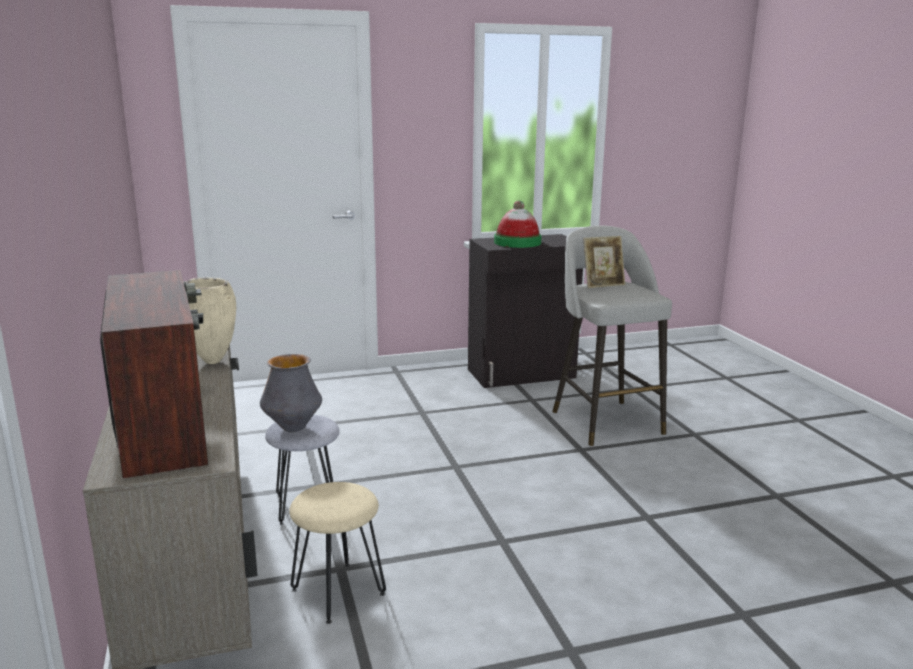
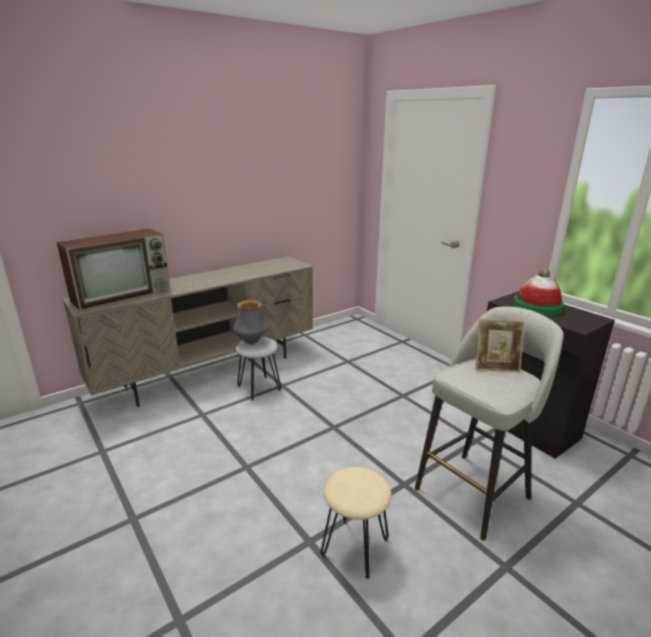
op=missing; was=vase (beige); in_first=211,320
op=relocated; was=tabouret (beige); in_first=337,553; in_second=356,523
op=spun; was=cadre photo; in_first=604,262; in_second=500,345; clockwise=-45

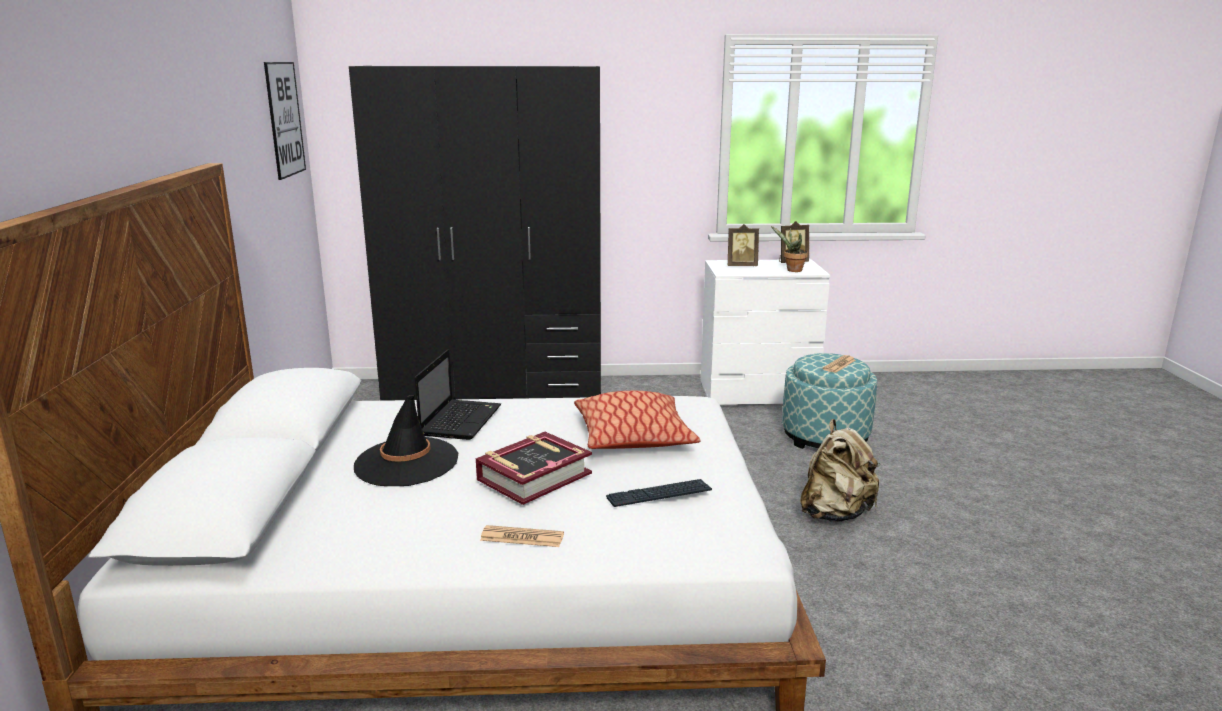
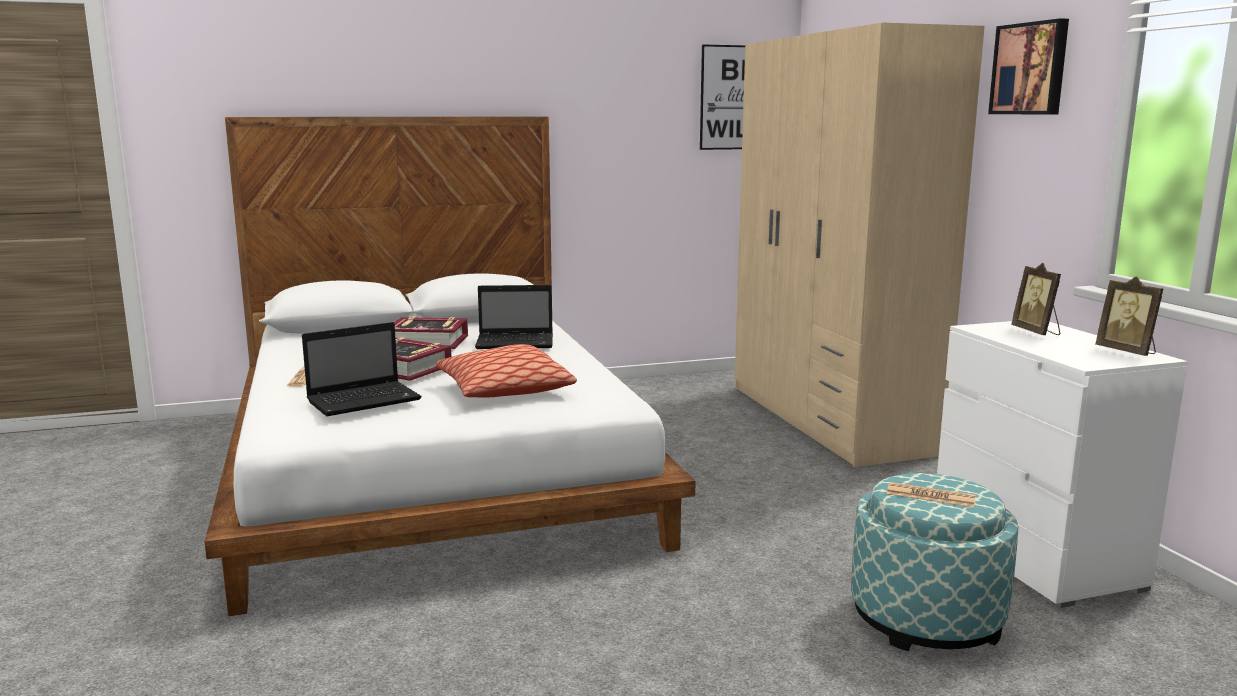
op=colour; was=armoire (noir); now=armoire (beige); in_first=475,233; in_second=860,245
op=exchanged; was=chapeau (noir); now=livre; in_first=406,440; in_second=431,333
op=exchanged; was=clavier; now=ordinateur portable; in_first=659,493; in_second=362,369
op=missing; was=plante en pot; in_first=789,249
op=missing; was=sac à dos (beige); in_first=839,470
op=appeared; now=tableau; in_second=1028,66

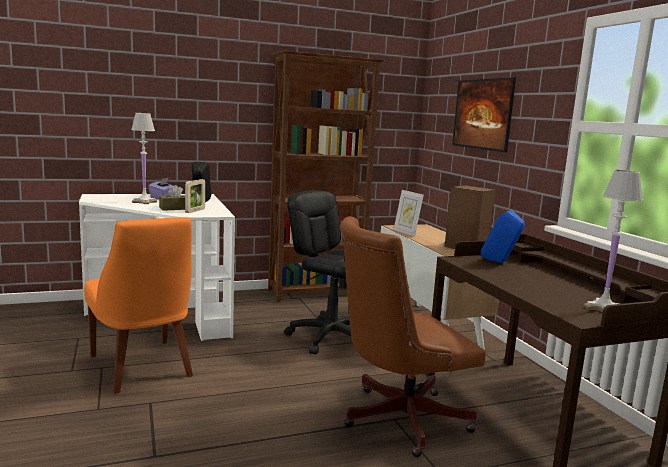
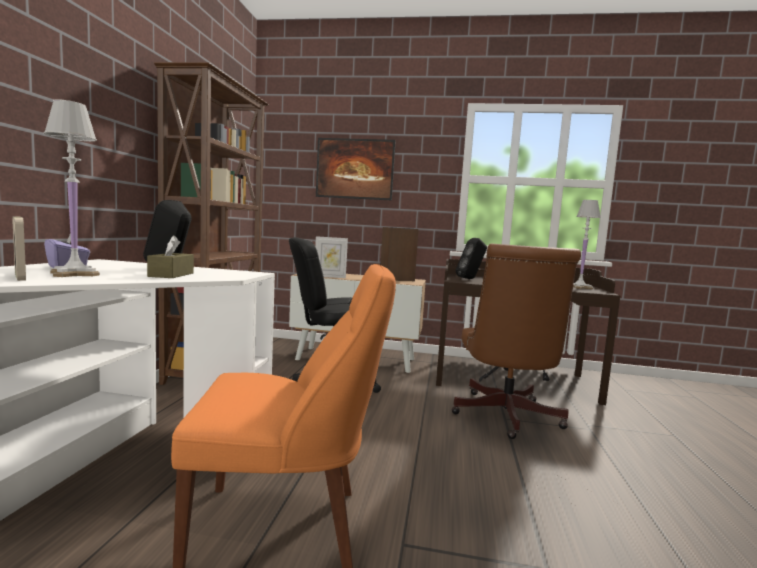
op=relocated; was=cadre photo; in_first=195,196; in_second=19,248
op=colour; was=enceinte (bleu); now=enceinte (noir); in_first=503,236; in_second=471,258

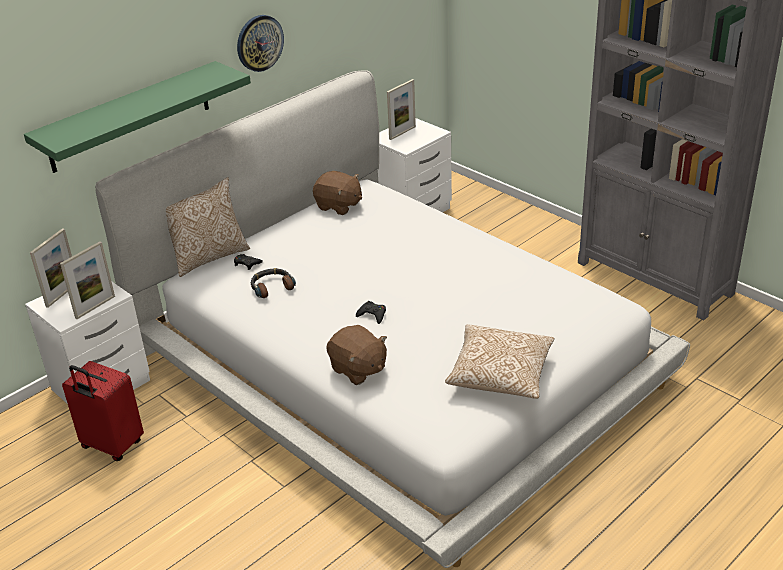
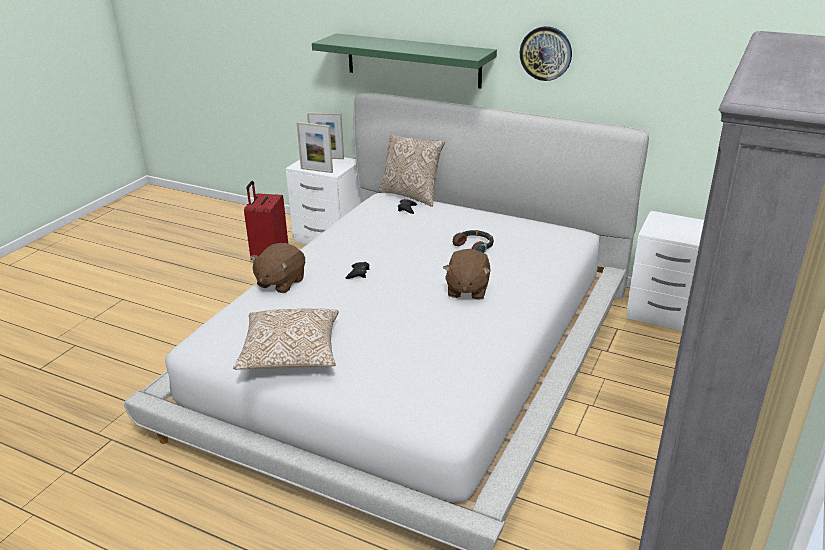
op=relocated; was=casque audio; in_first=273,283; in_second=473,241
op=relocated; was=peluche (marron); in_first=337,193; in_second=467,274
op=missing; was=cadre photo; in_first=401,109

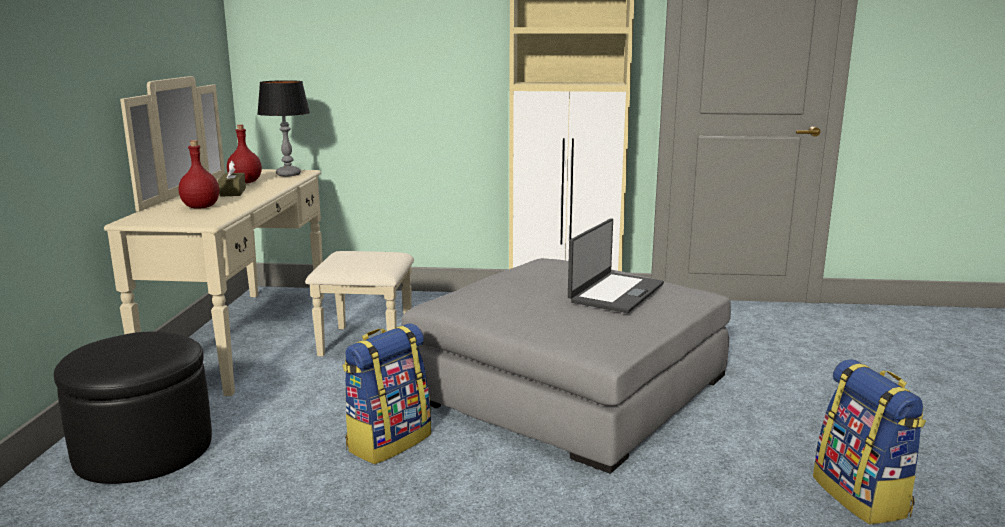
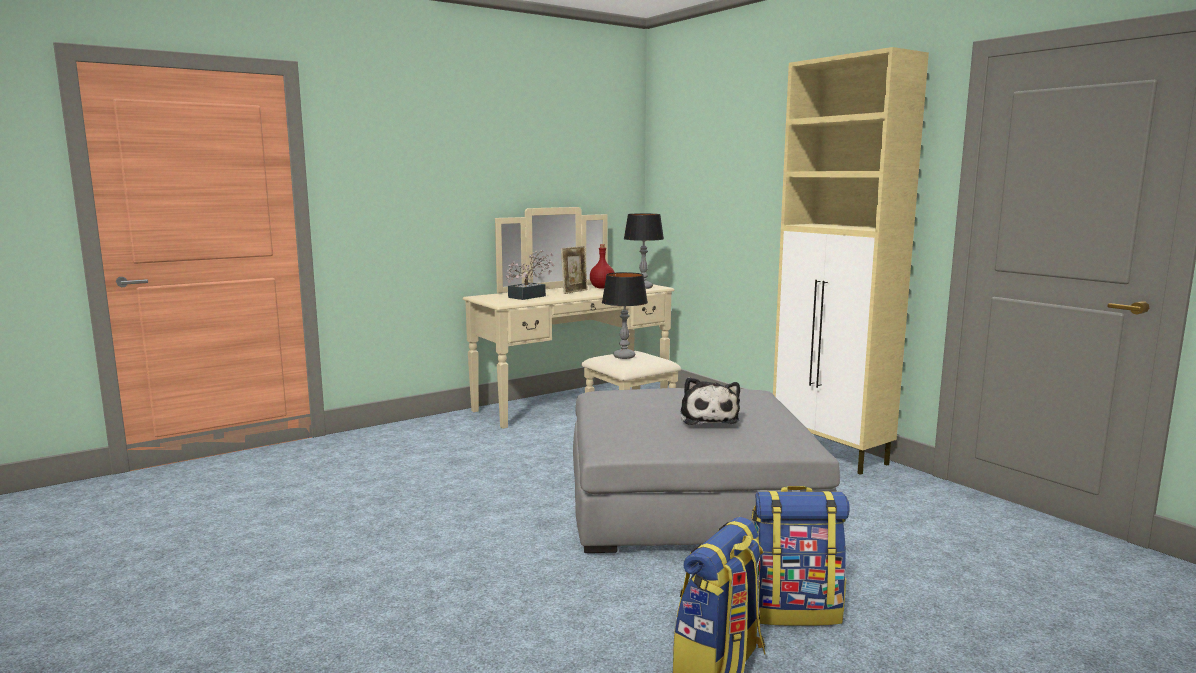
op=missing; was=pouf (noir); in_first=133,407
op=exchanged; was=bouteille (rouge); now=plante en pot; in_first=198,174; in_second=530,275
op=exchanged; was=boîte à mouchoirs (marron); now=cadre photo; in_first=232,178; in_second=574,270
op=relocated; was=sac à dos; in_first=387,394; in_second=800,556
op=exchanged; was=ordinateur portable; now=peluche; in_first=616,265; in_second=710,401
op=appeared; now=lampe de table; in_second=625,315

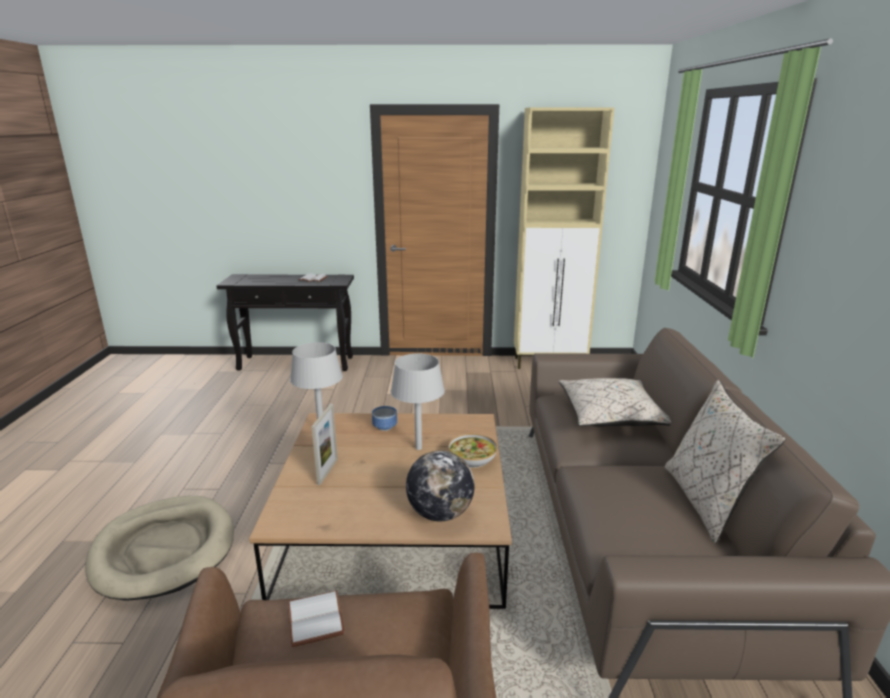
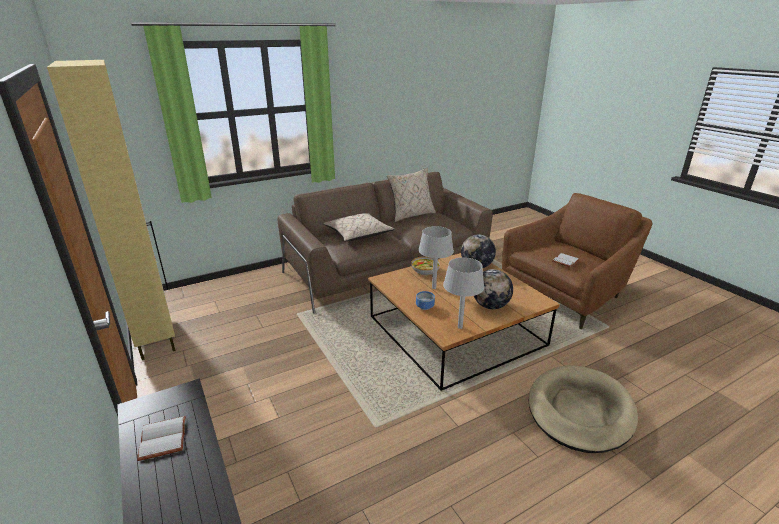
op=exchanged; was=cadre photo; now=globe; in_first=324,444; in_second=493,289

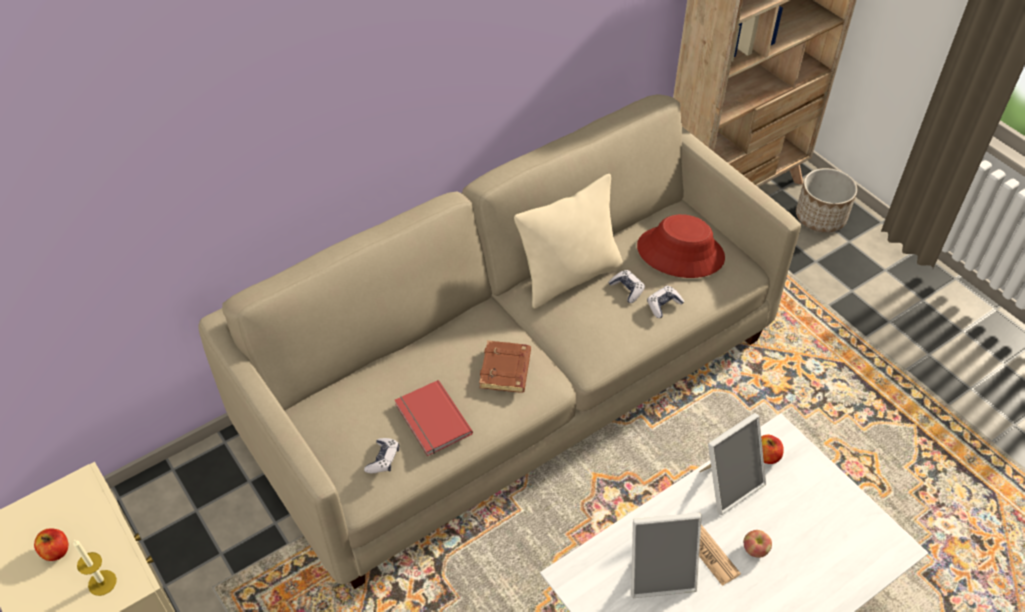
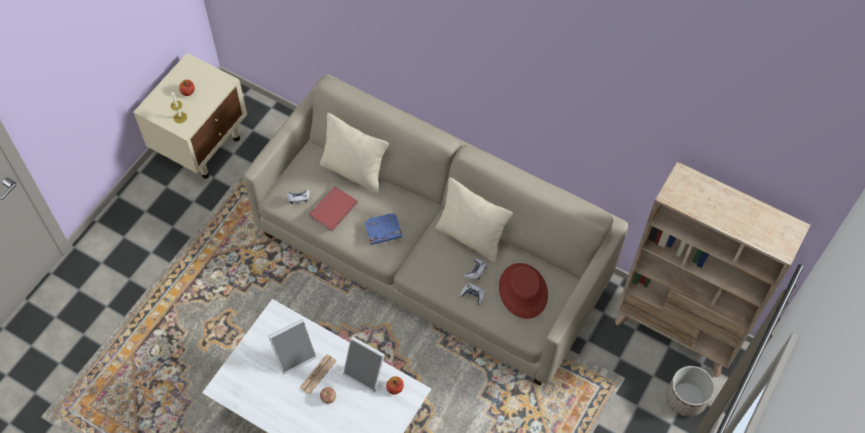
op=colour; was=livre (marron); now=livre (bleu); in_first=505,366; in_second=383,229
op=spun; was=cadre photo; in_first=666,555; in_second=292,347; clockwise=-90
op=appeared; now=coussin (beige); in_second=354,153

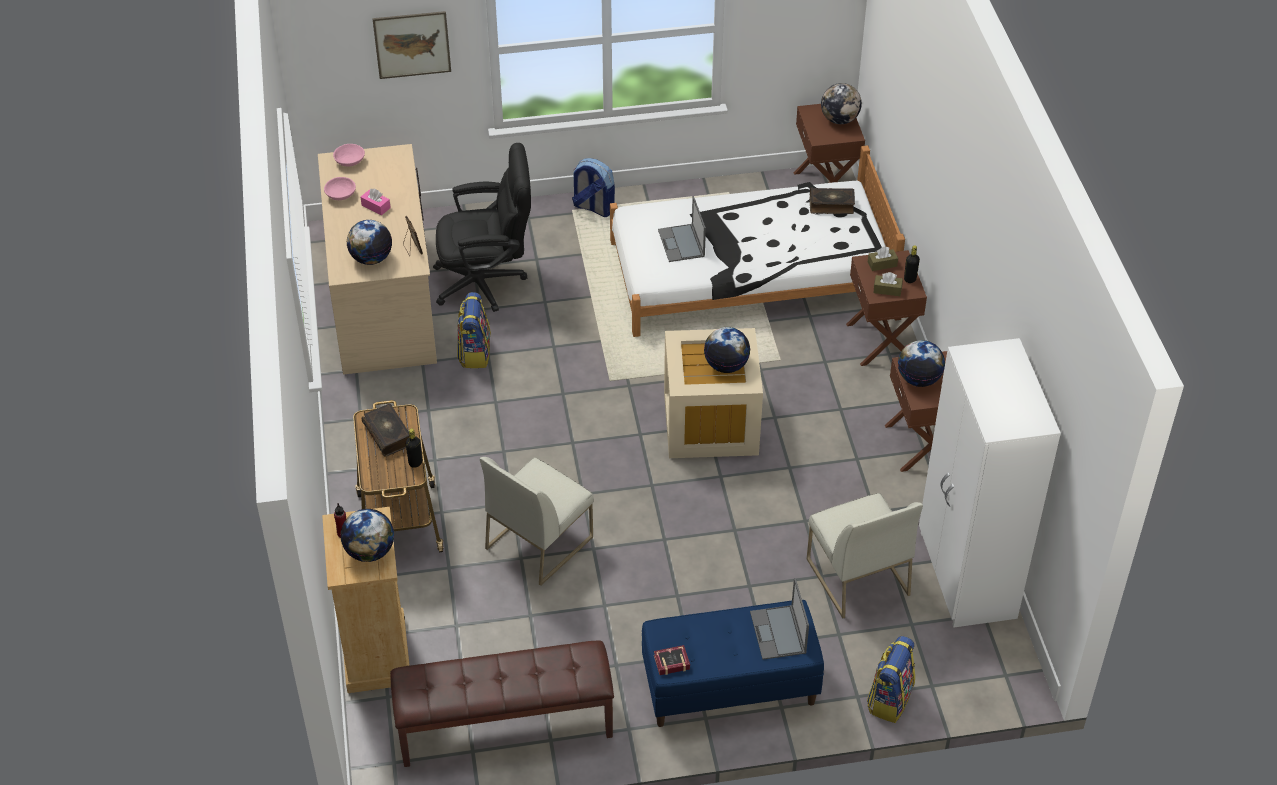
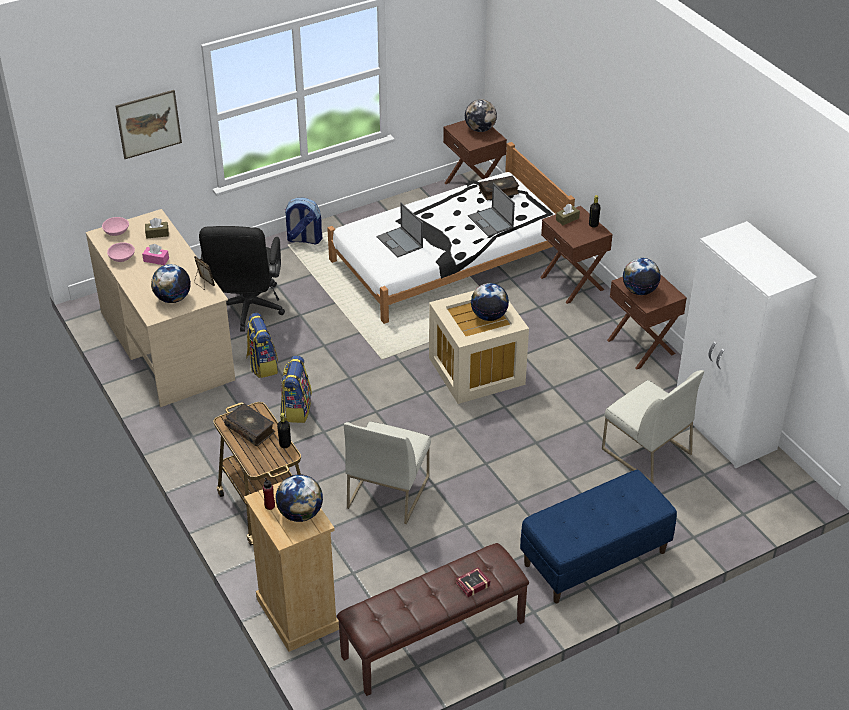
op=spun; was=chaise de bureau (noir); in_first=482,227; in_second=242,279; clockwise=120
op=relocated; was=livre; in_first=672,660; in_second=473,582
op=relocated; was=ordinateur portable; in_first=779,619; in_second=491,210
op=relocated; was=sac à dos; in_first=891,679; in_second=296,389
op=relocated; was=boîte à mouchoirs (marron); in_first=888,284; in_second=157,228

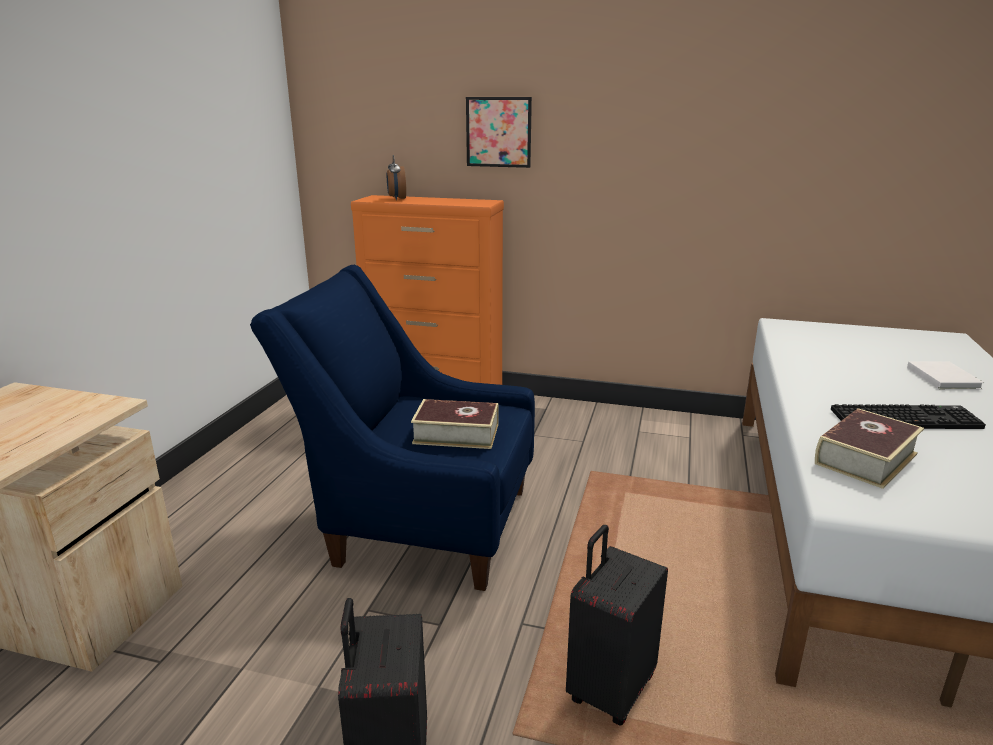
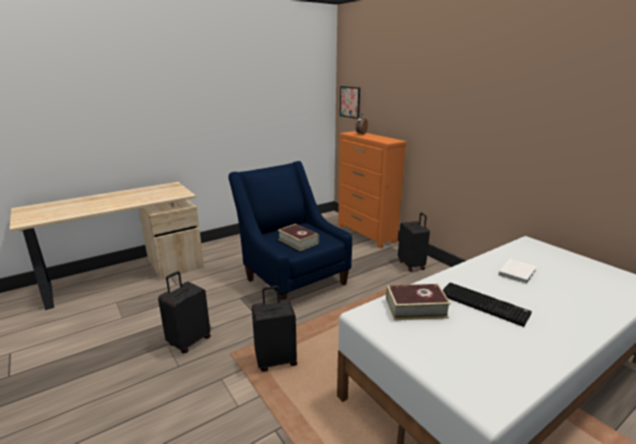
op=relocated; was=tableau; in_first=499,132; in_second=350,102
op=relocated; was=livre (blanc); in_first=945,375; in_second=518,271
op=appeared; now=valise (noir); in_second=414,242

